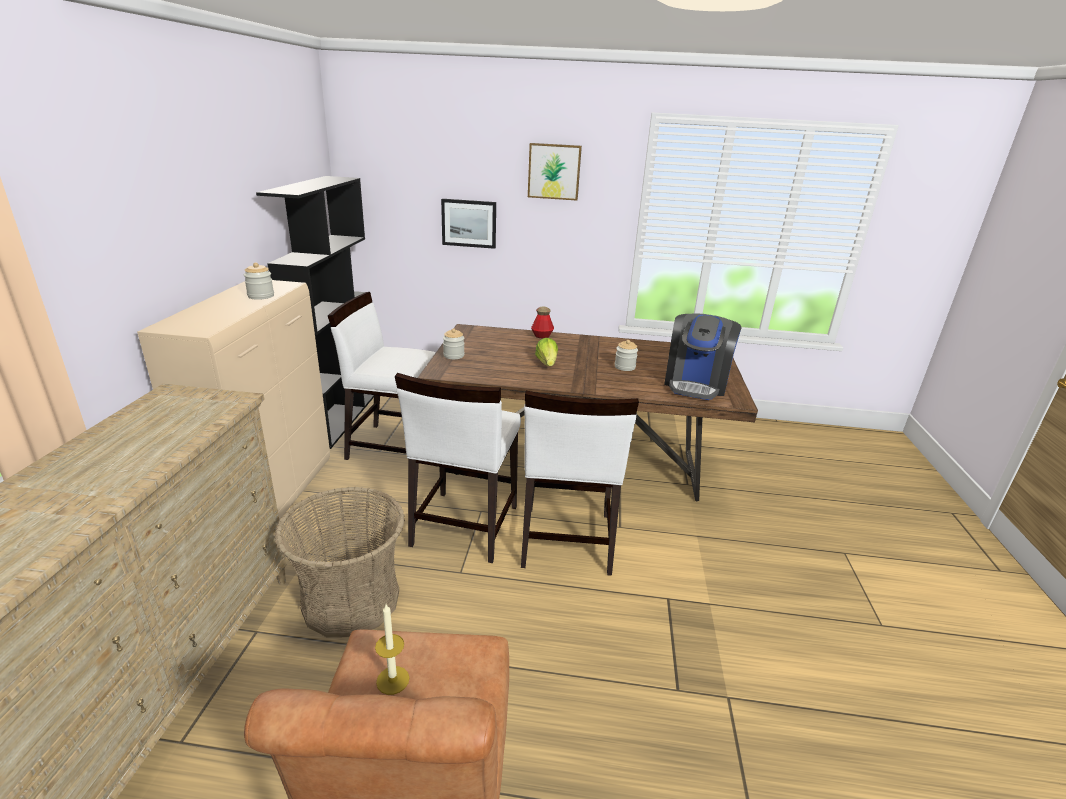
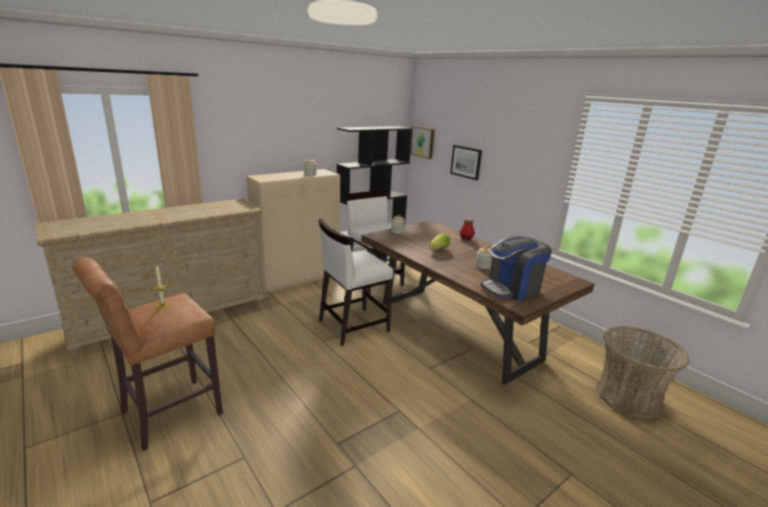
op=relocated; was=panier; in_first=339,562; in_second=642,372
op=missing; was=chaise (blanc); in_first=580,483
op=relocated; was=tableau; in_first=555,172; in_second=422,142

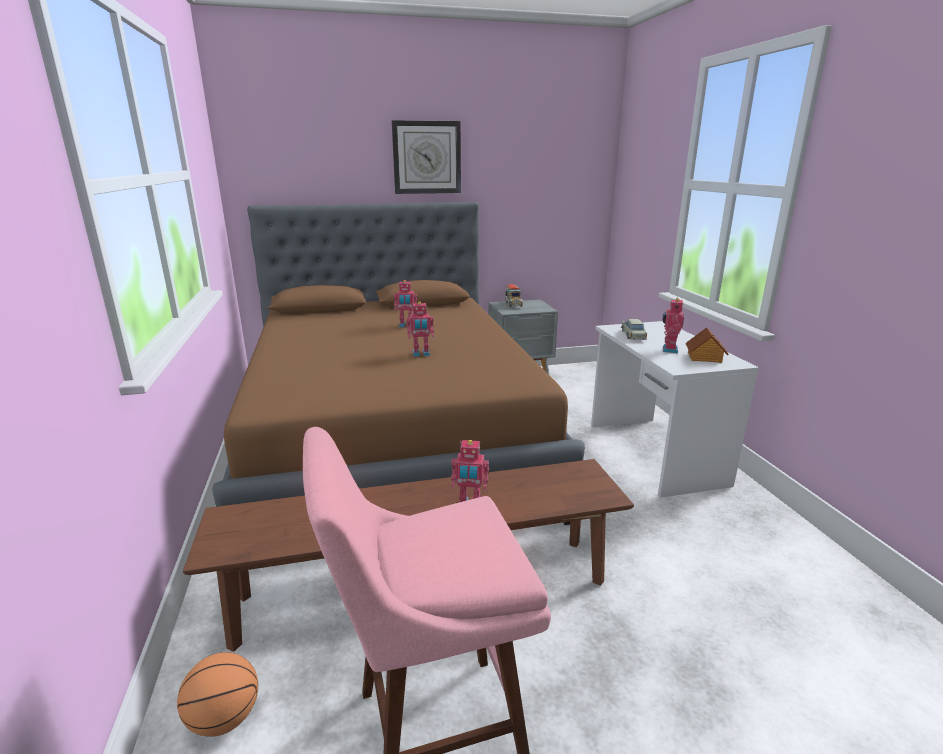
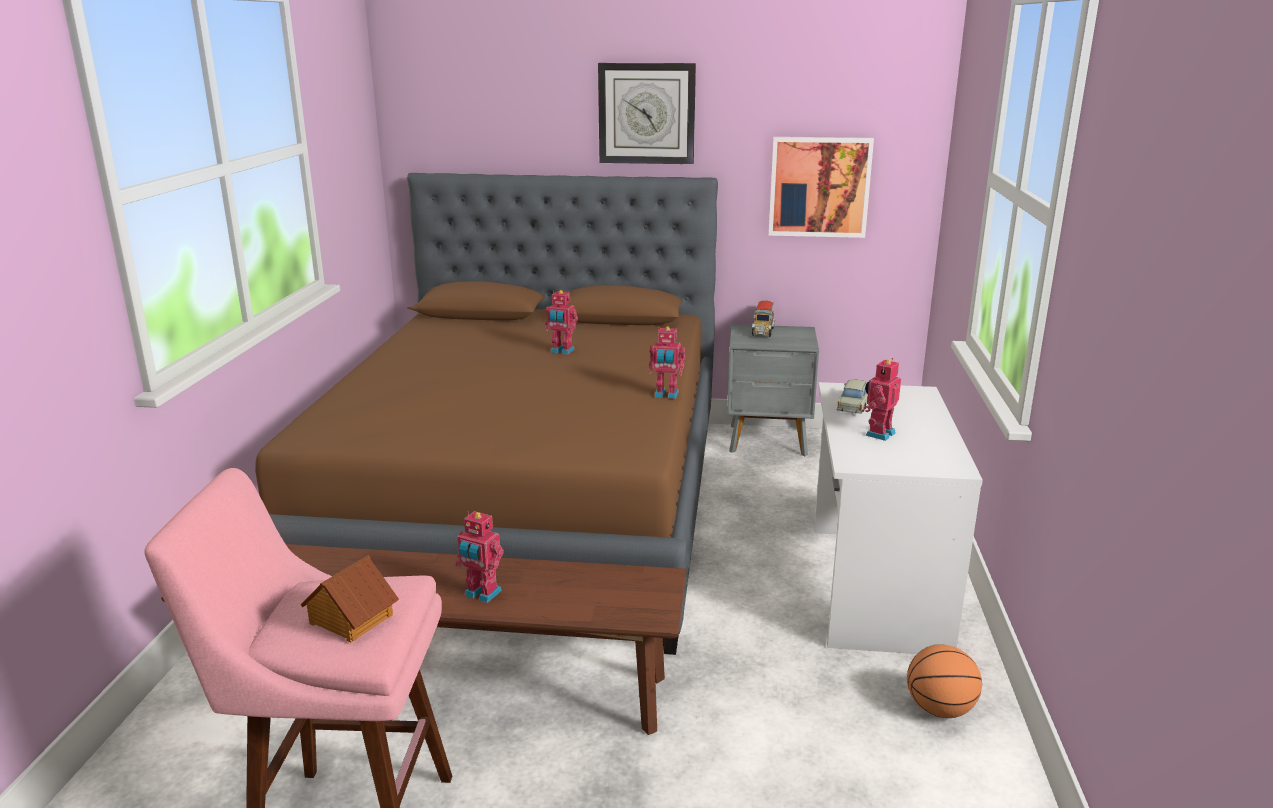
op=relocated; was=ballon de basket; in_first=217,694; in_second=944,681
op=relocated; was=robot jouet; in_first=420,329; in_second=667,362
op=relocated; was=maison miniature; in_first=707,345; in_second=349,598
op=appeared; now=tableau; in_second=821,187

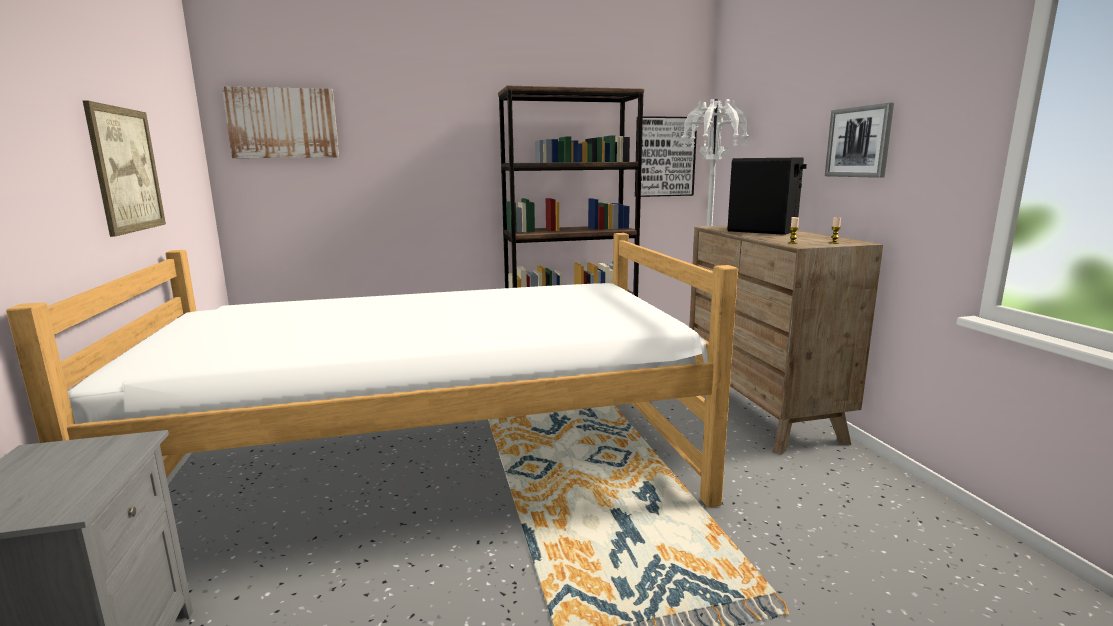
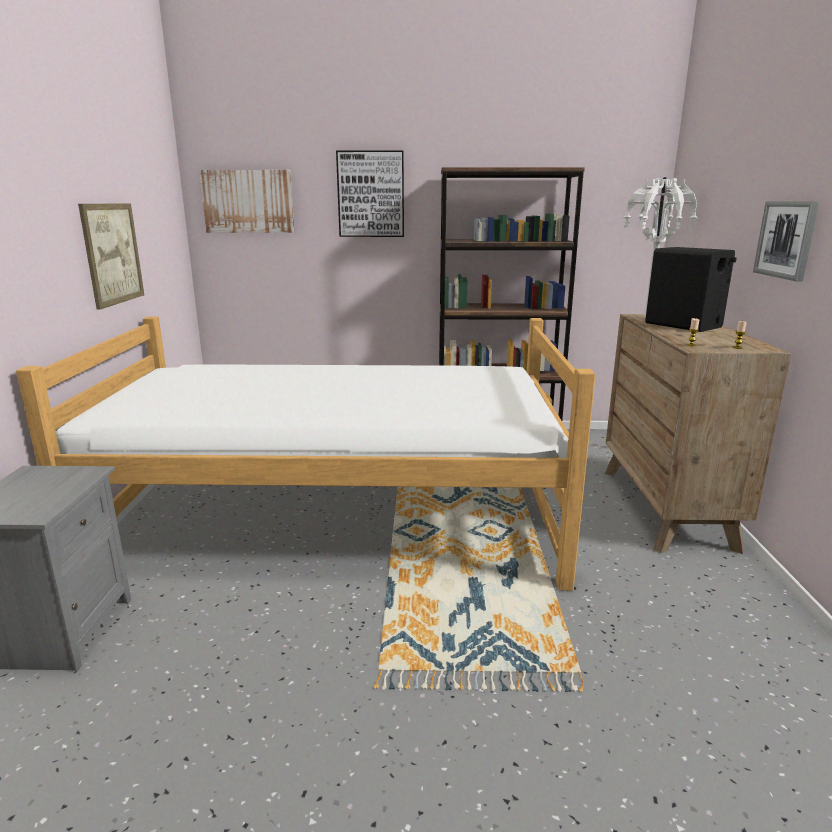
op=relocated; was=tableau; in_first=666,156; in_second=370,193

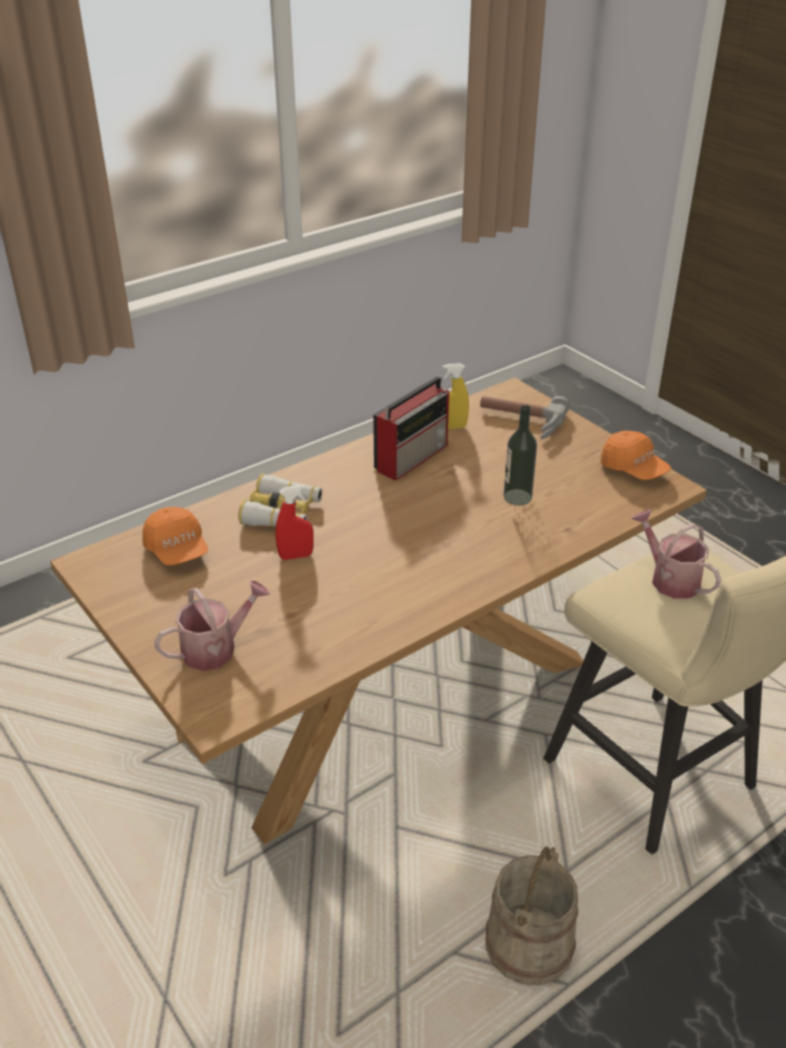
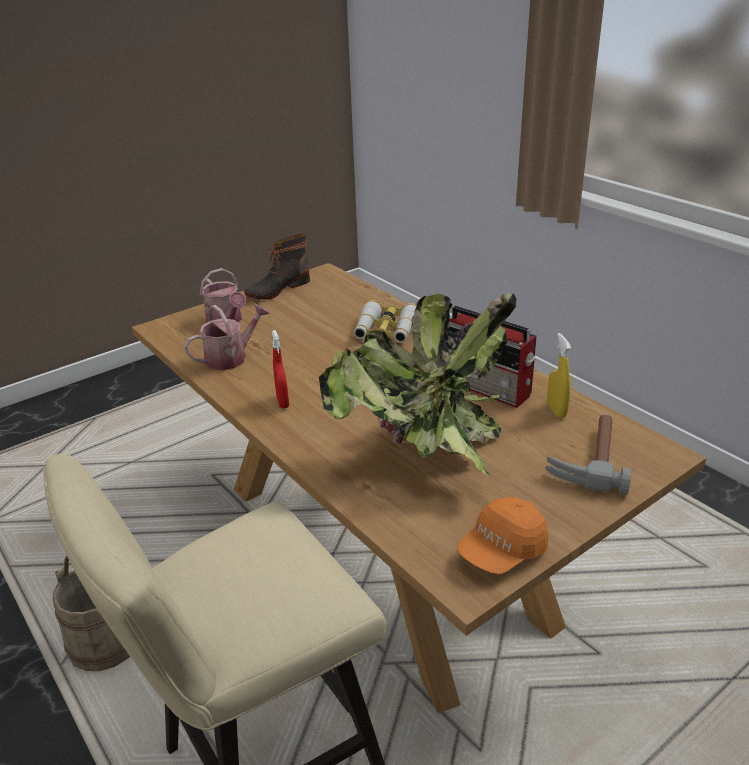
op=missing; was=casquette (orange); in_first=175,536
op=relocated; was=vaporisateur (rouge); in_first=295,522; in_second=280,369
op=exchanged; was=bouteille; now=plante en pot; in_first=520,455; in_second=418,384
op=relocated; was=arrosoir; in_first=676,554; in_second=227,337
op=appeared; now=botte; in_second=277,266

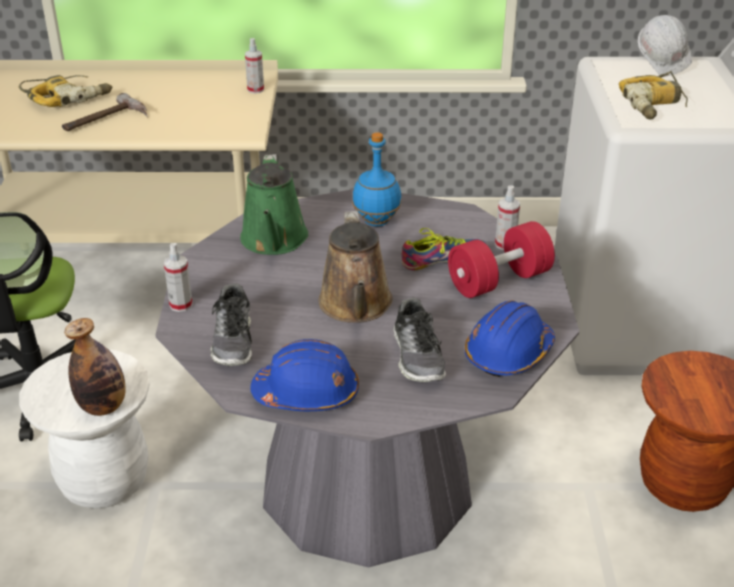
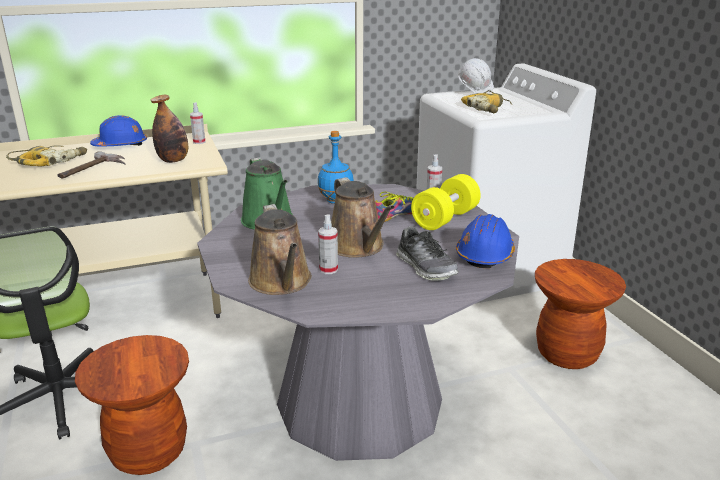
op=colour; was=tabouret (blanc); now=tabouret (marron); in_first=84,428; in_second=132,405
op=relocated; was=bouteille; in_first=95,367; in_second=169,129
op=relocated; was=vaporisateur; in_first=178,277; in_second=328,244
op=exchanged; was=chaussure; now=arrosoir (marron); in_first=231,325; in_second=280,249
op=relocated; was=casque de chantier (bleu); in_first=304,375; in_second=118,131
op=colour; was=haltère (rouge); now=haltère (jaune); in_first=501,259; in_second=446,202

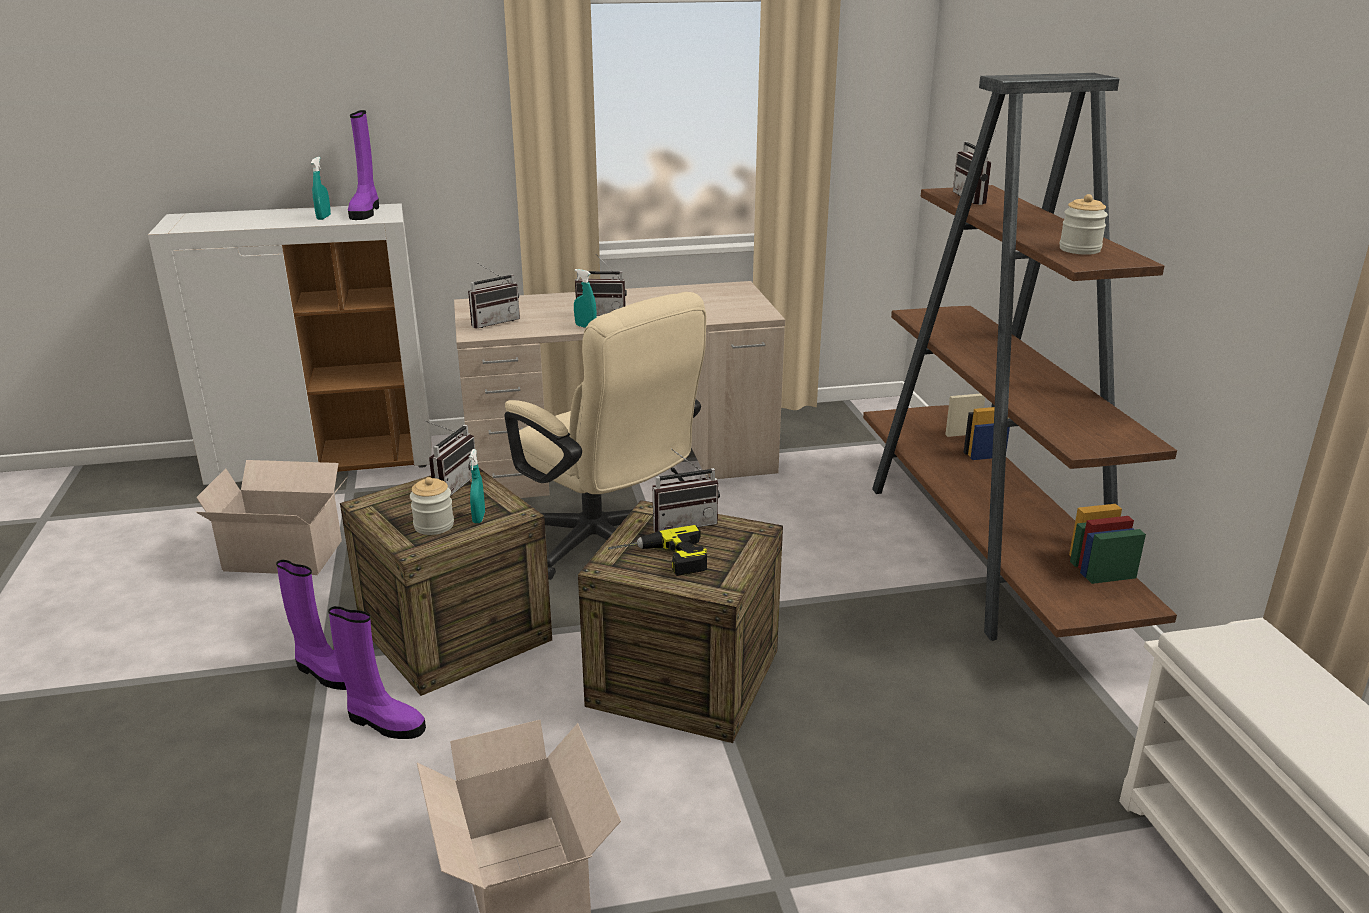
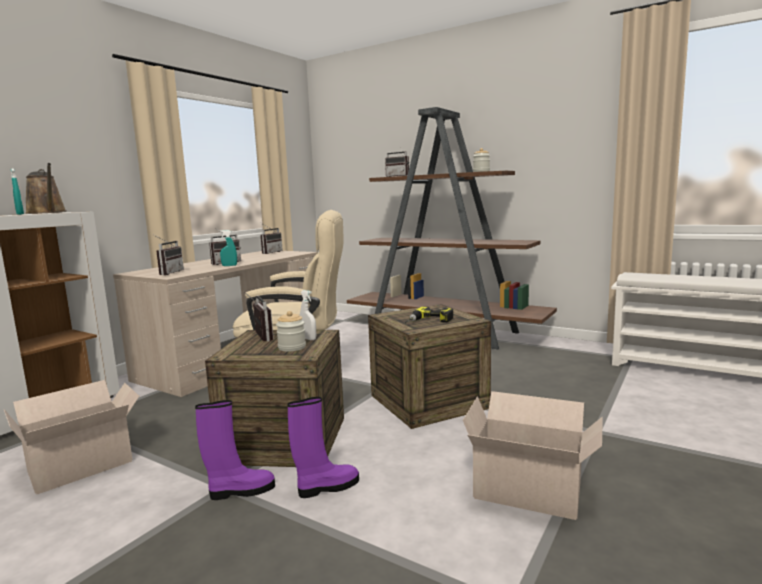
op=exchanged; was=botte (violet); now=arrosoir (marron); in_first=363,165; in_second=45,188
op=colour; was=vaporisateur (turquoise); now=vaporisateur (blanc); in_first=477,486; in_second=308,315
op=relocated; was=radio; in_first=686,490; in_second=272,238

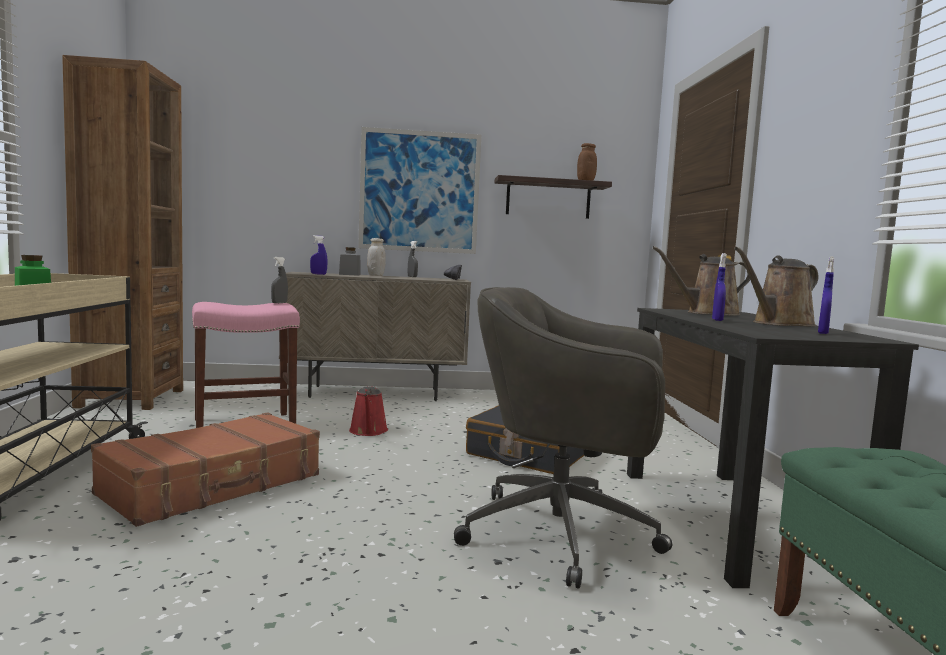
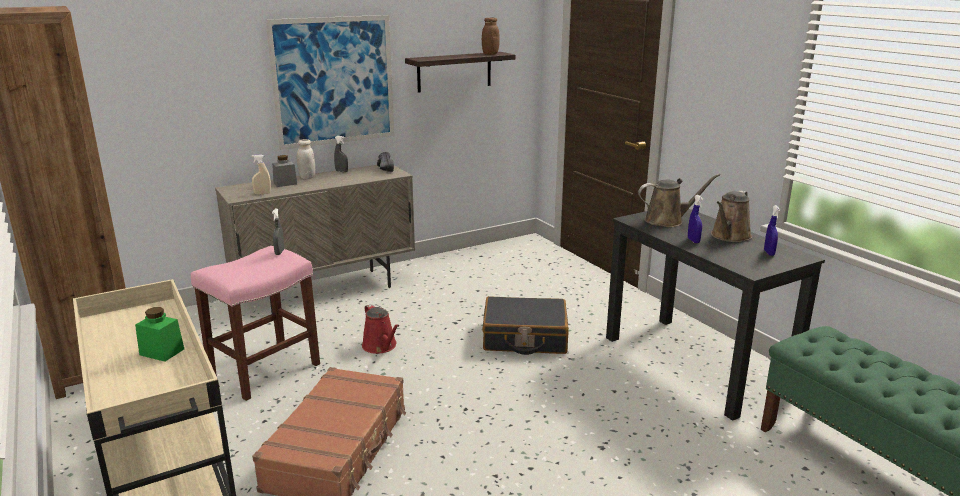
op=colour; was=vaporisateur (bleu); now=vaporisateur (beige); in_first=318,255; in_second=261,174
op=missing; was=chaise de bureau (gris); in_first=563,438
op=spun; was=arrosoir (marron); in_first=701,281; in_second=679,200; clockwise=-150

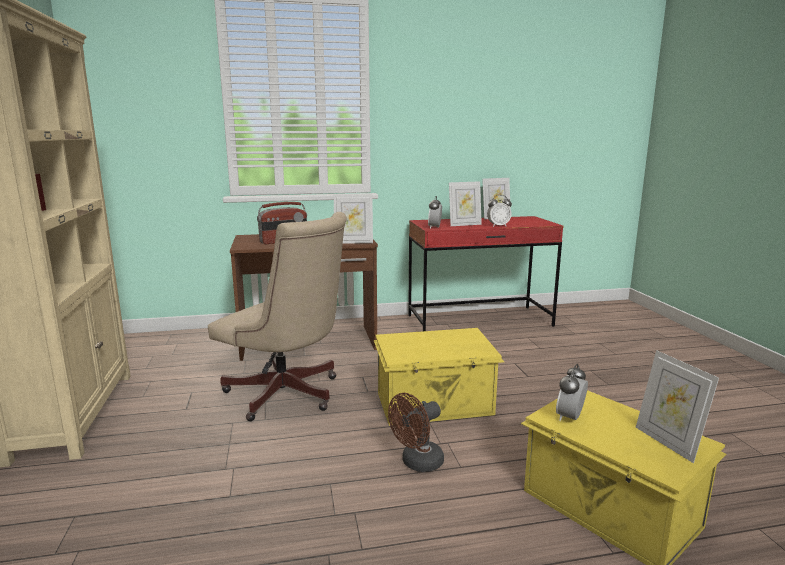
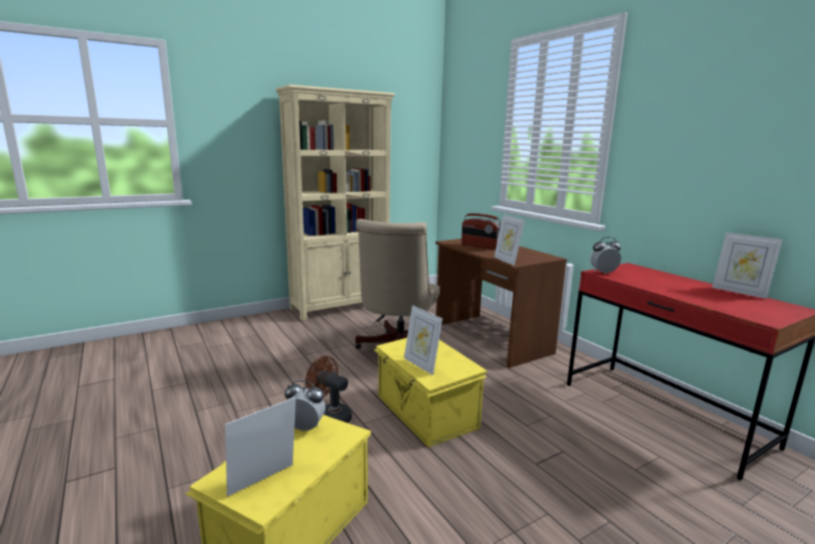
op=relocated; was=cadre photo; in_first=465,203; in_second=423,340
op=missing; was=réveil; in_first=499,211

